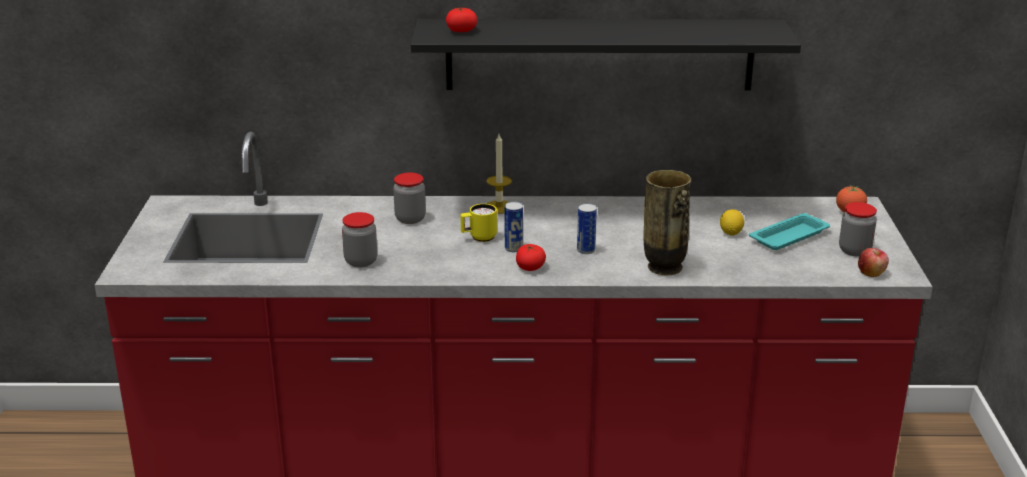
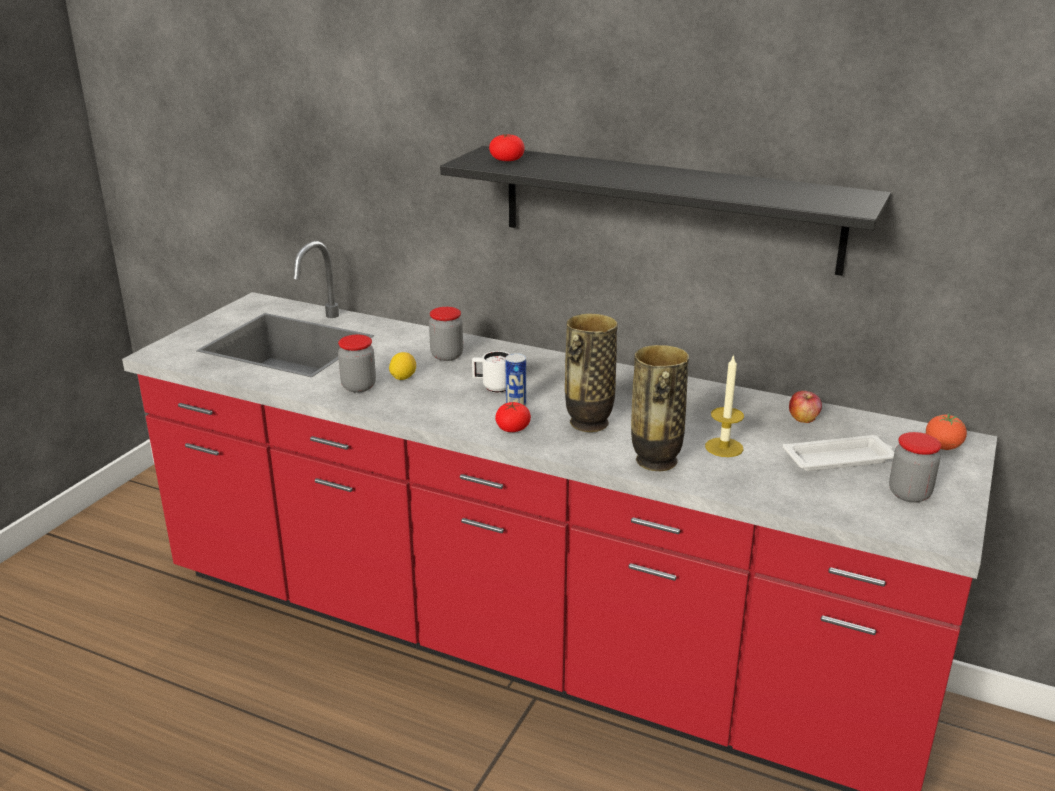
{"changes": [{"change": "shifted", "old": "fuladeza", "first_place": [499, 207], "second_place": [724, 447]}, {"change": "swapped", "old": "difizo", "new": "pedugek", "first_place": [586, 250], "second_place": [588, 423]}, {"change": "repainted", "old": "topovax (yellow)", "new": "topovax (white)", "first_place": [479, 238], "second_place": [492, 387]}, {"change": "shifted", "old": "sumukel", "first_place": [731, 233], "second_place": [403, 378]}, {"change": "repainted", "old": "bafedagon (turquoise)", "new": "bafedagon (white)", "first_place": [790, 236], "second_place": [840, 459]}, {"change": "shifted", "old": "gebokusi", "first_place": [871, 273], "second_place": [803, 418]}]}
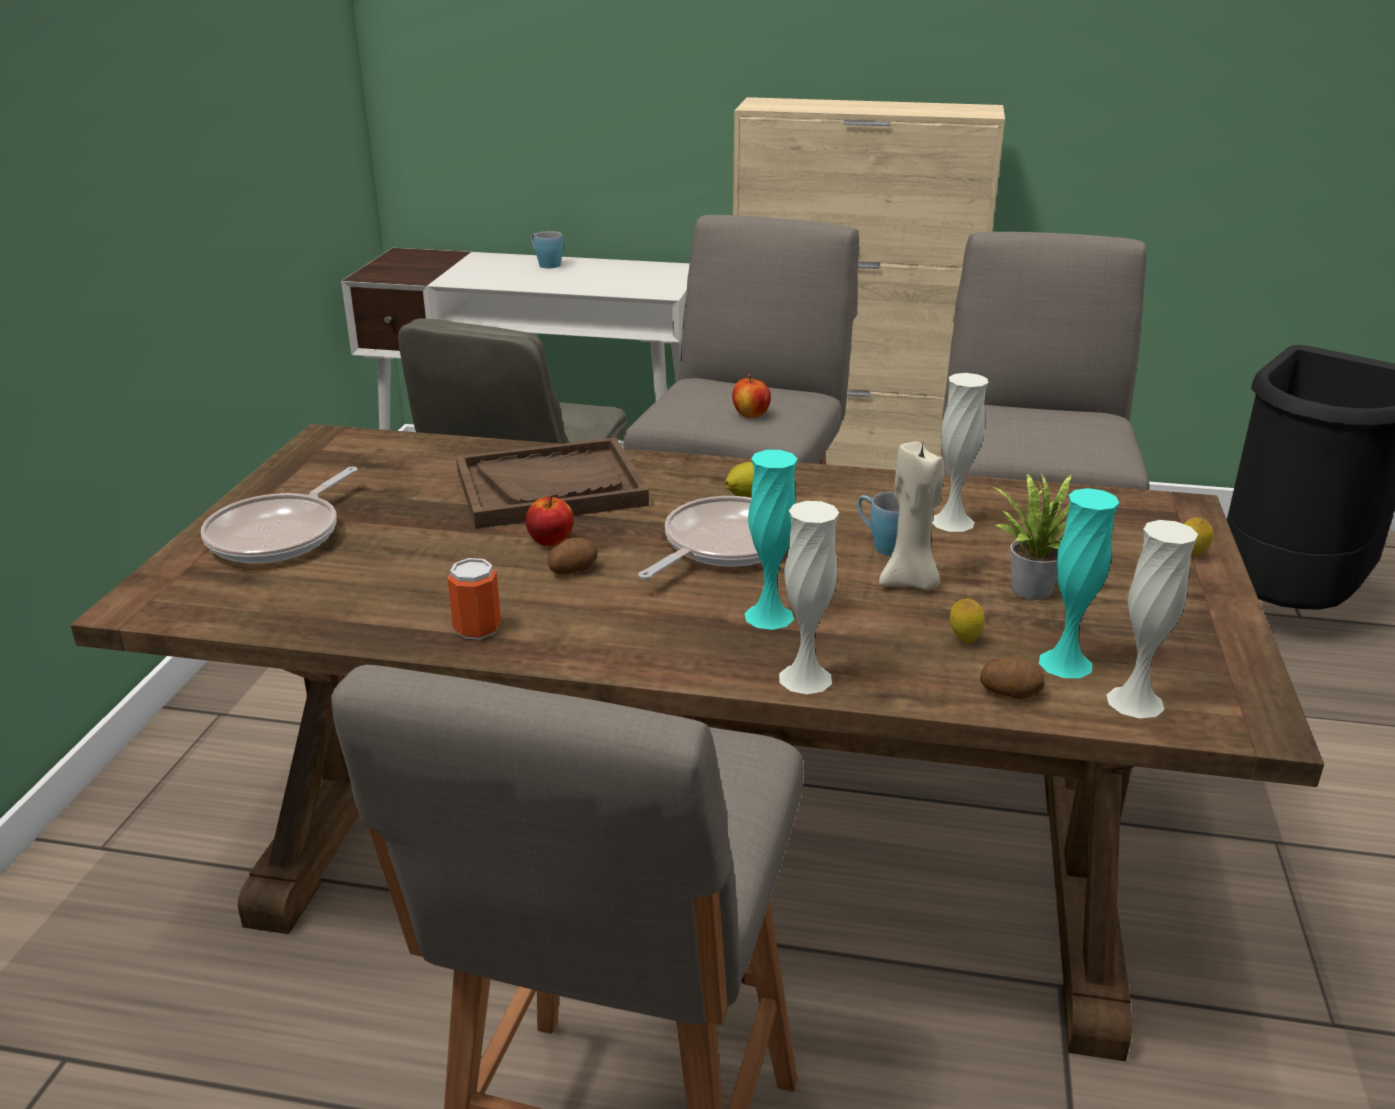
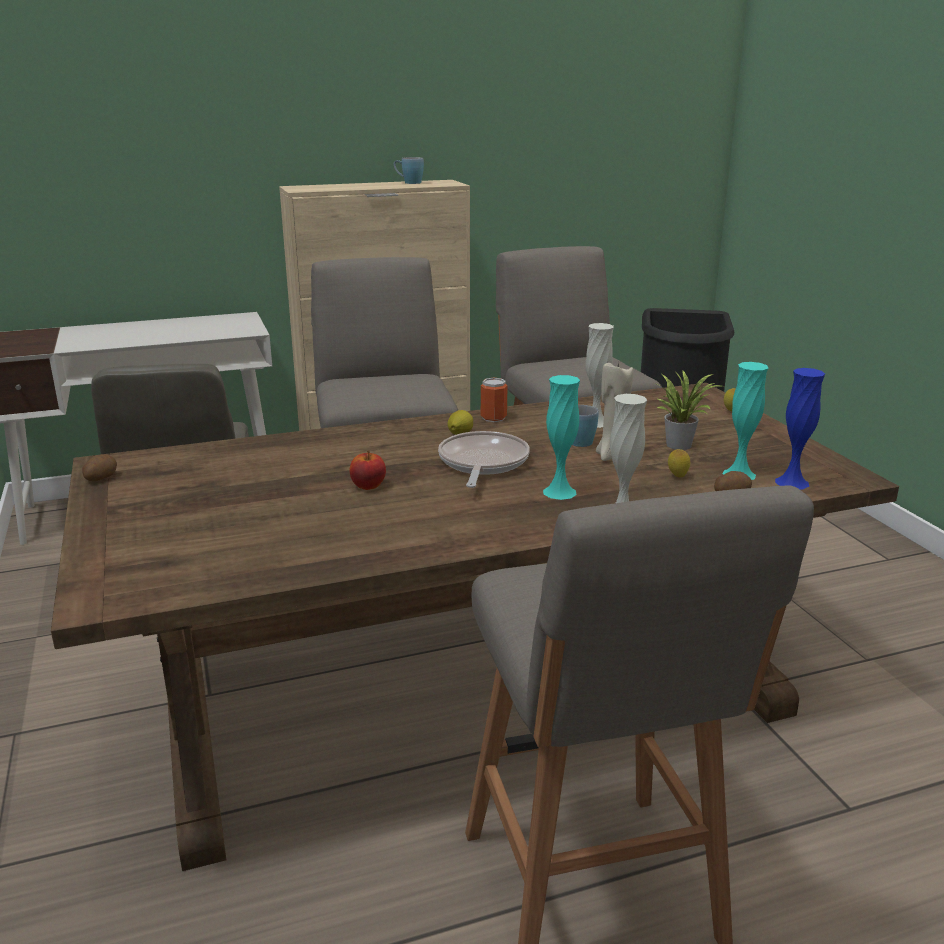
{"changes": [{"change": "shifted", "old": "topovax (blue)", "first_place": [546, 264], "second_place": [408, 183]}, {"change": "gone", "old": "gebokusi", "first_place": [751, 414]}, {"change": "gone", "old": "bafedagon (brown)", "first_place": [551, 487]}, {"change": "gone", "old": "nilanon", "first_place": [280, 535]}, {"change": "repainted", "old": "pedugek (white)", "new": "pedugek (blue)", "first_place": [1135, 701], "second_place": [792, 482]}, {"change": "shifted", "old": "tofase", "first_place": [572, 569], "second_place": [100, 477]}, {"change": "shifted", "old": "difizo", "first_place": [477, 628], "second_place": [493, 418]}]}
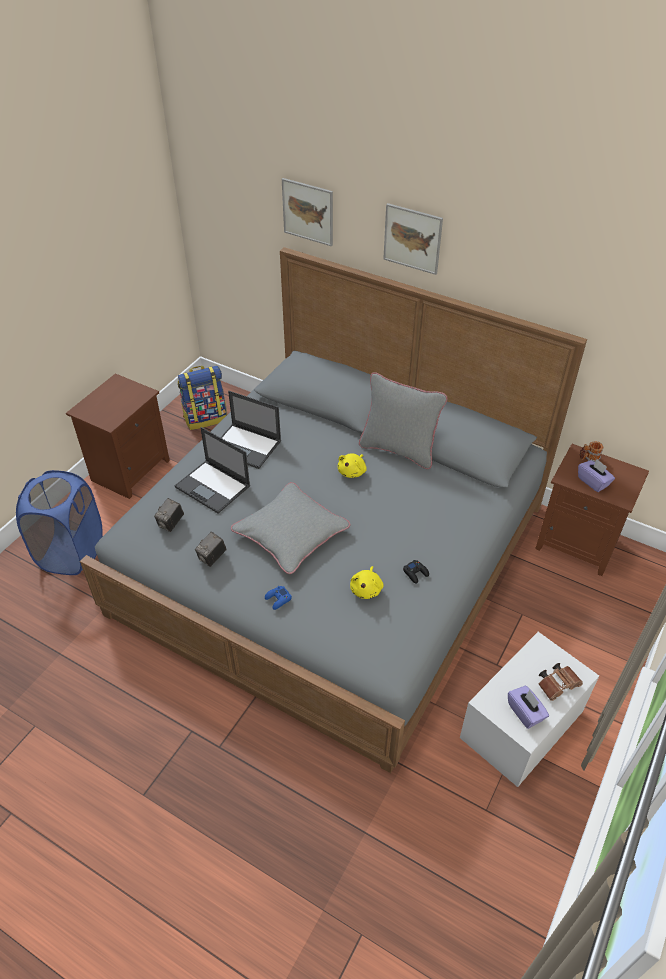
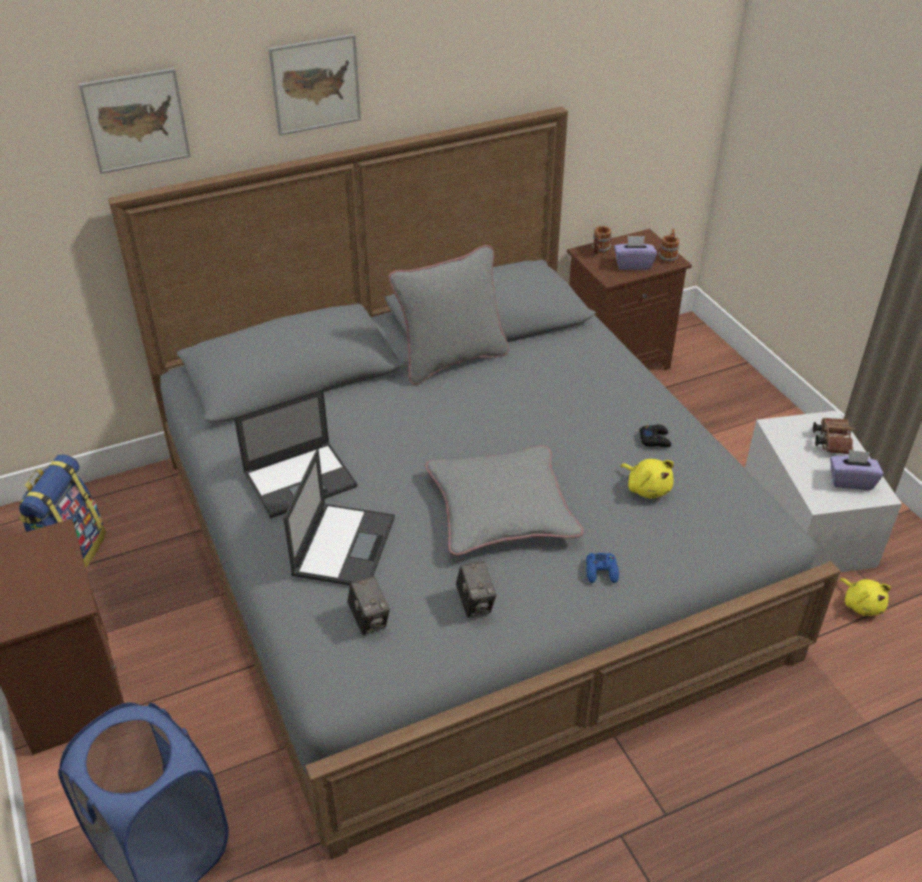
{"changes": [{"change": "rotated", "old": "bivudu", "first_place": [213, 487], "second_place": [344, 544], "degrees": -60}, {"change": "shifted", "old": "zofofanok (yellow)", "first_place": [352, 471], "second_place": [862, 604]}, {"change": "new", "new": "topovax", "second_place": [668, 256]}]}
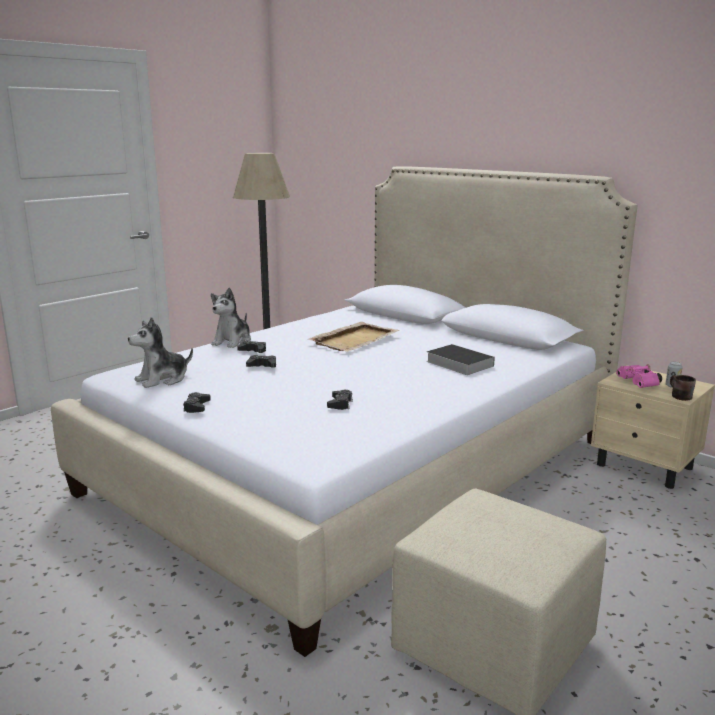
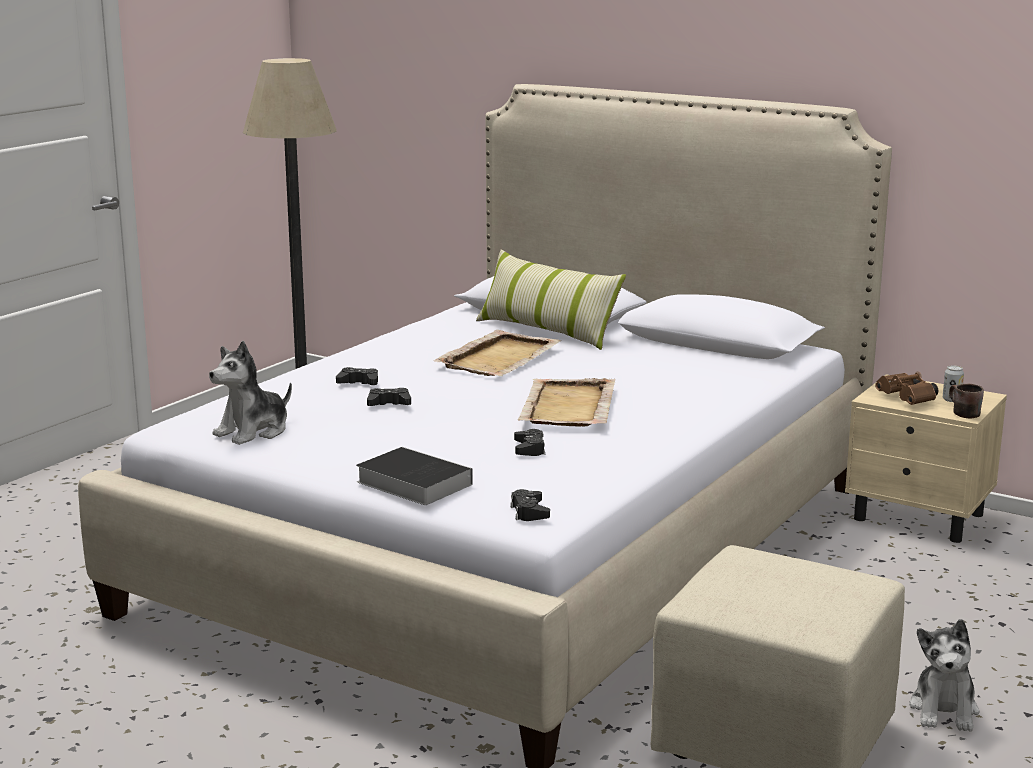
{"changes": [{"change": "shifted", "old": "zofofanok", "first_place": [232, 341], "second_place": [944, 710]}, {"change": "shifted", "old": "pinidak", "first_place": [457, 363], "second_place": [410, 482]}, {"change": "repainted", "old": "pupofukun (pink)", "new": "pupofukun (brown)", "first_place": [639, 384], "second_place": [908, 400]}, {"change": "shifted", "old": "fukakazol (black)", "first_place": [196, 407], "second_place": [529, 512]}, {"change": "new", "new": "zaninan", "second_place": [547, 331]}, {"change": "new", "new": "bafedagon (beige)", "second_place": [567, 407]}]}
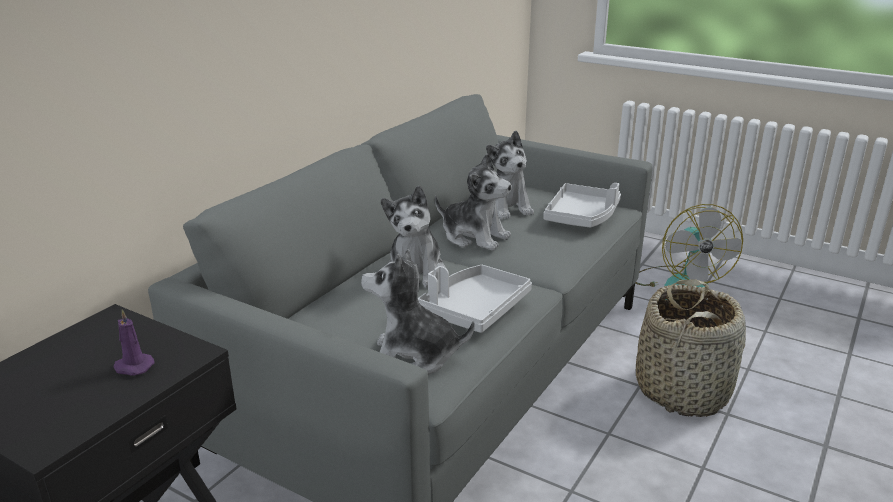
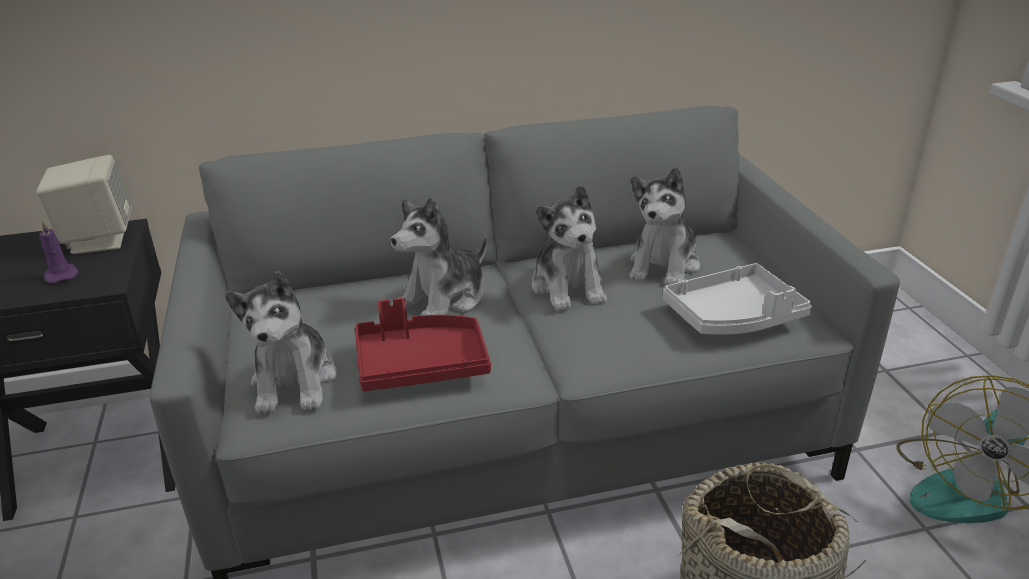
{"changes": [{"change": "rotated", "old": "zofofanok", "first_place": [413, 356], "second_place": [295, 382], "degrees": -150}, {"change": "repainted", "old": "bafedagon (grey)", "new": "bafedagon (red)", "first_place": [474, 309], "second_place": [421, 365]}, {"change": "new", "new": "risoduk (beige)", "second_place": [98, 240]}]}
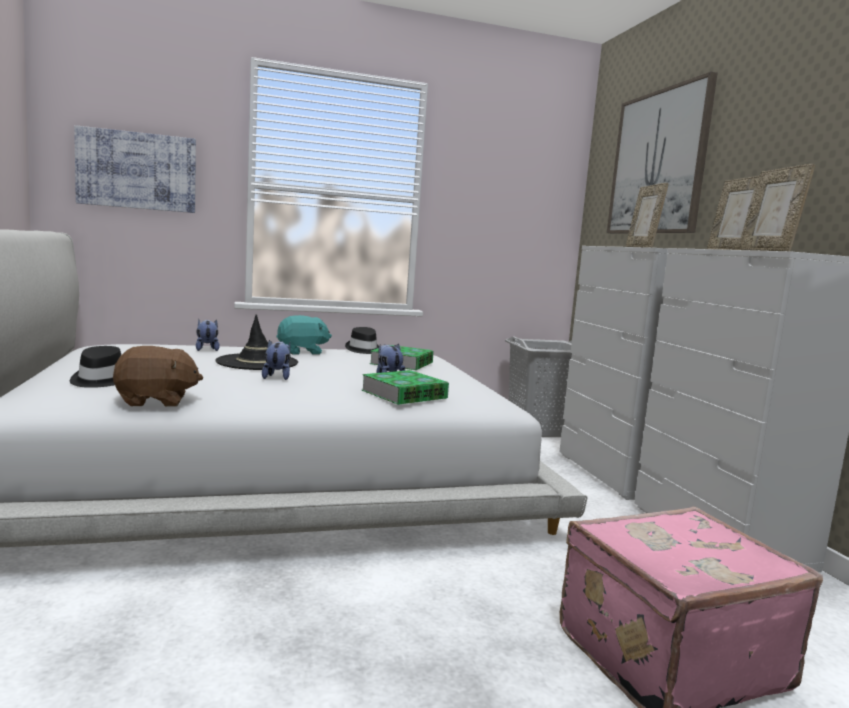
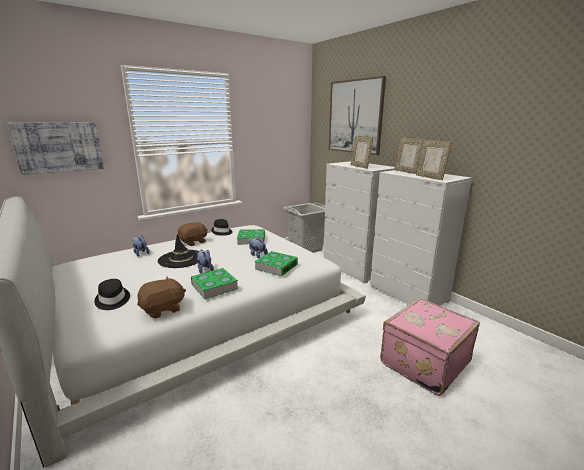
{"changes": [{"change": "repainted", "old": "zofofanok (turquoise)", "new": "zofofanok (brown)", "first_place": [302, 352], "second_place": [194, 242]}, {"change": "new", "new": "pinidak", "second_place": [214, 286]}]}
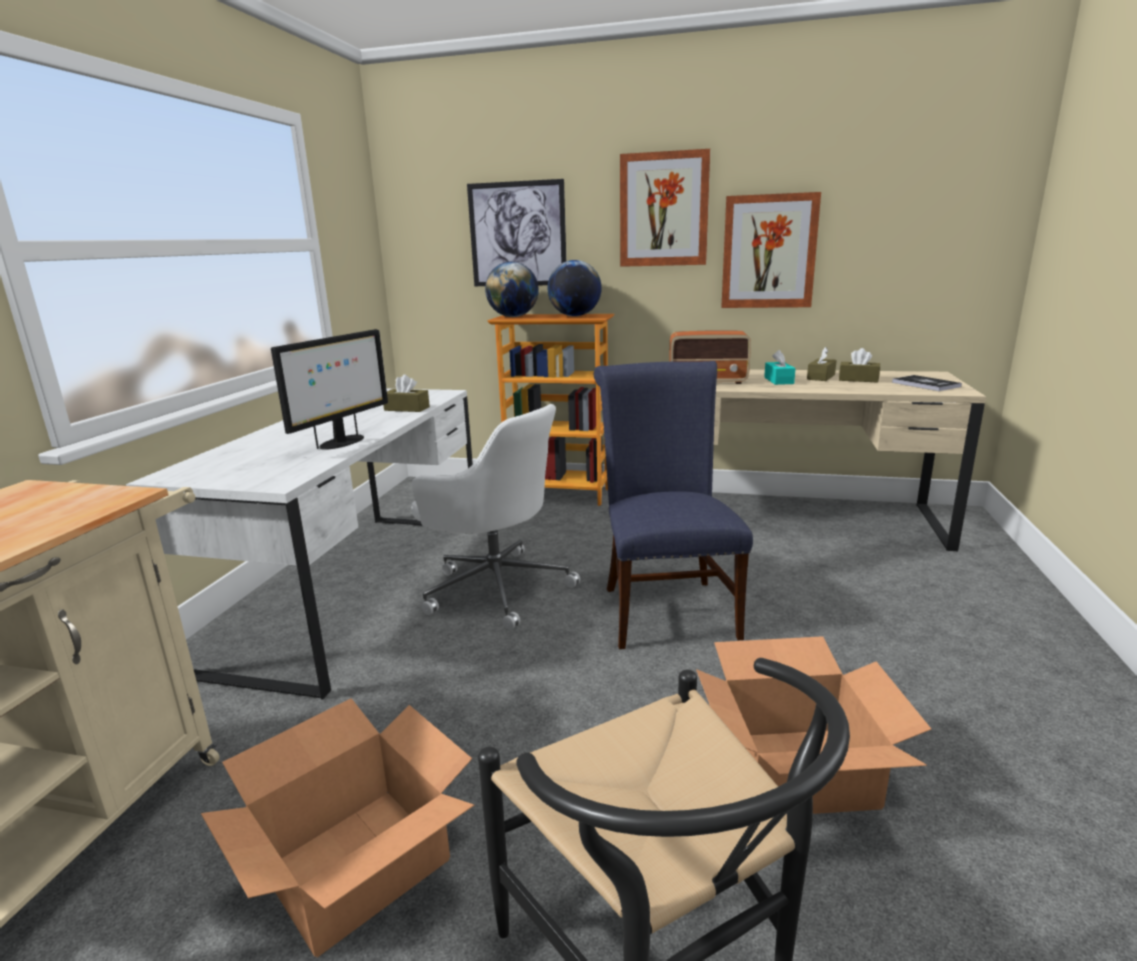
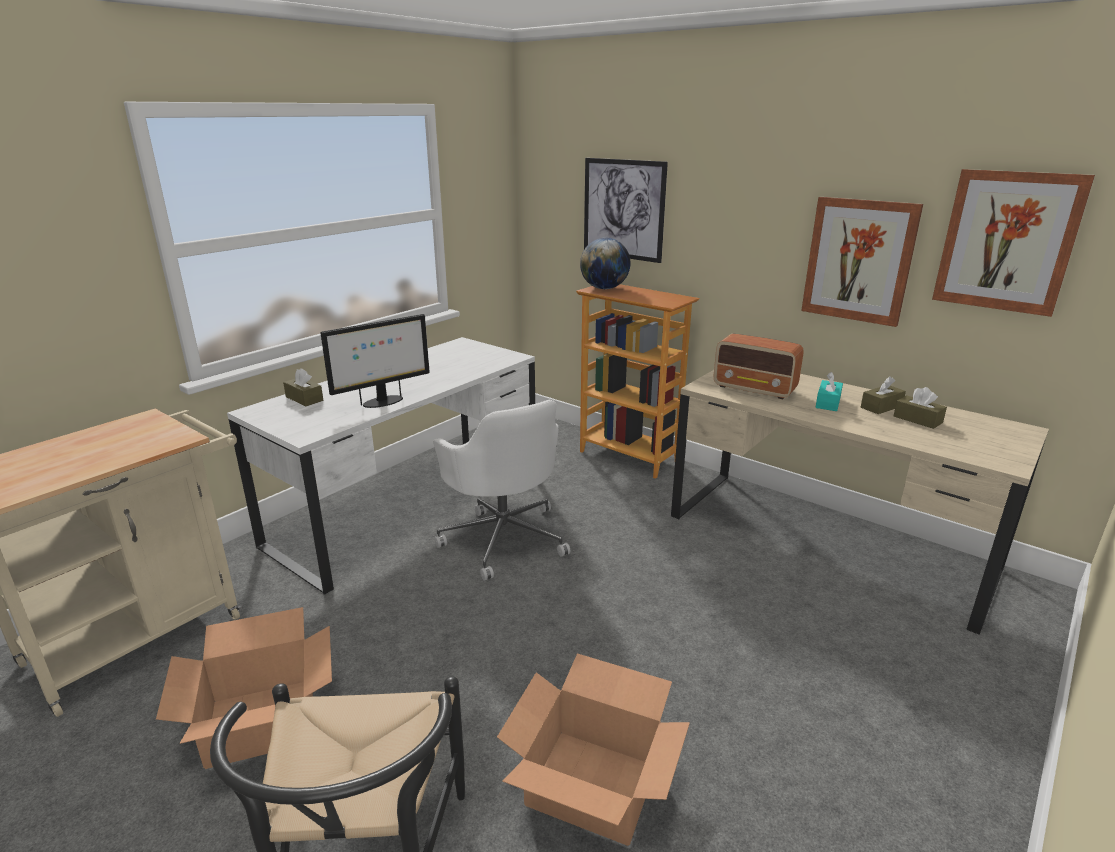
{"changes": [{"change": "shifted", "old": "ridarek", "first_place": [664, 210], "second_place": [1007, 241]}, {"change": "gone", "old": "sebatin", "first_place": [575, 316]}, {"change": "gone", "old": "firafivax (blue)", "first_place": [666, 607]}, {"change": "shifted", "old": "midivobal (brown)", "first_place": [407, 408], "second_place": [304, 399]}, {"change": "gone", "old": "pinidak", "first_place": [925, 384]}]}
